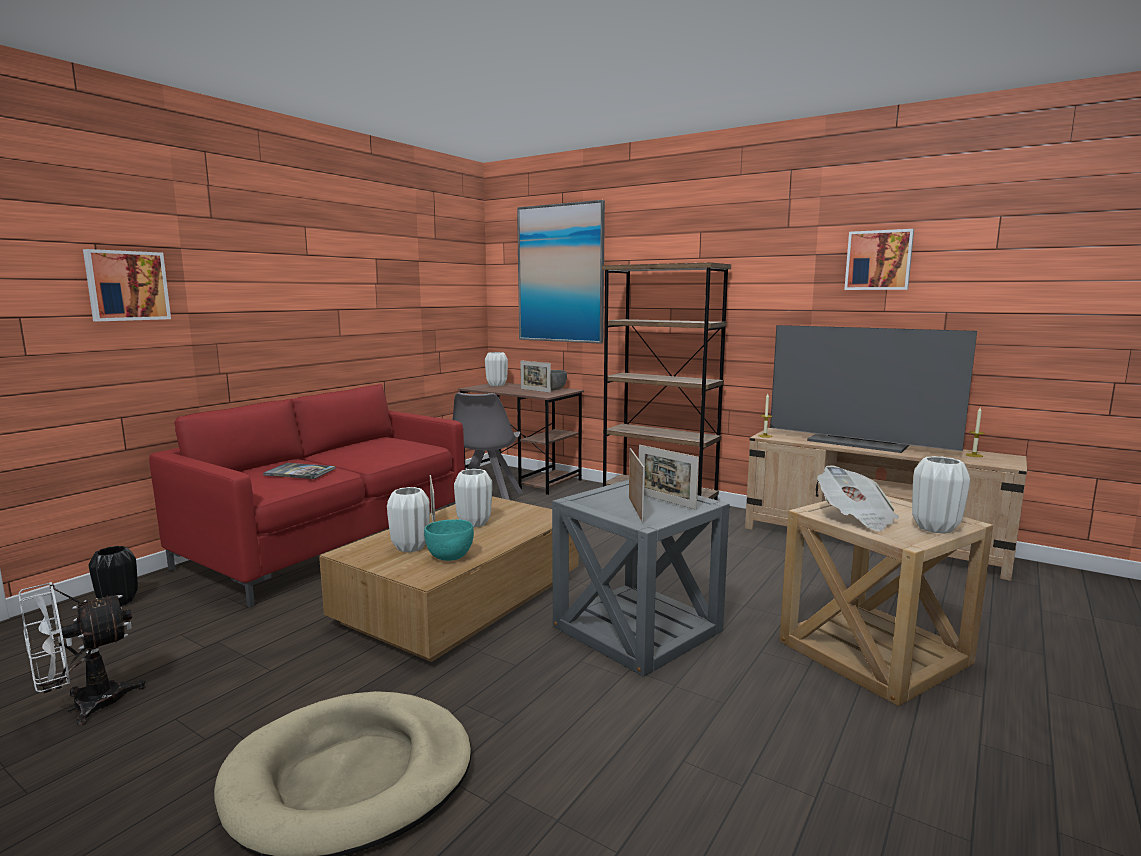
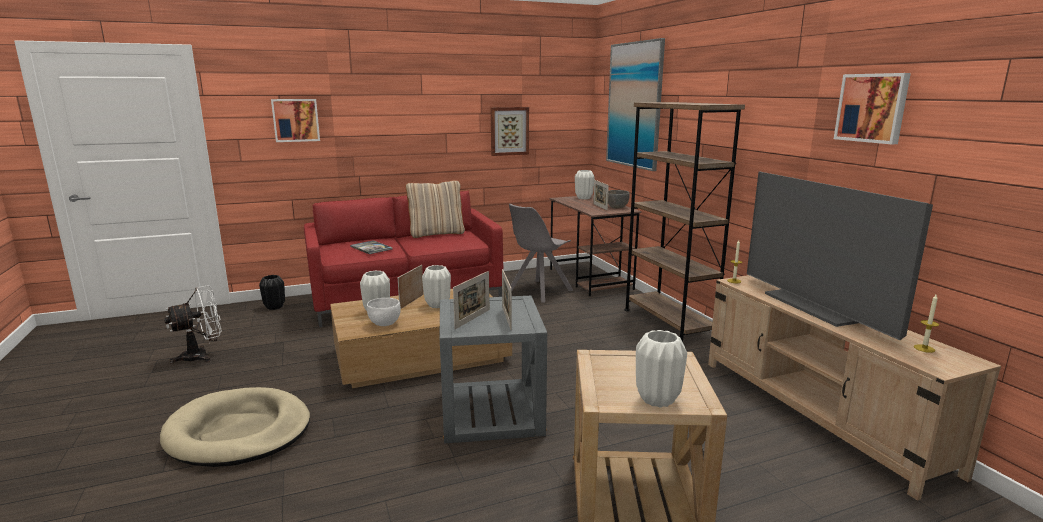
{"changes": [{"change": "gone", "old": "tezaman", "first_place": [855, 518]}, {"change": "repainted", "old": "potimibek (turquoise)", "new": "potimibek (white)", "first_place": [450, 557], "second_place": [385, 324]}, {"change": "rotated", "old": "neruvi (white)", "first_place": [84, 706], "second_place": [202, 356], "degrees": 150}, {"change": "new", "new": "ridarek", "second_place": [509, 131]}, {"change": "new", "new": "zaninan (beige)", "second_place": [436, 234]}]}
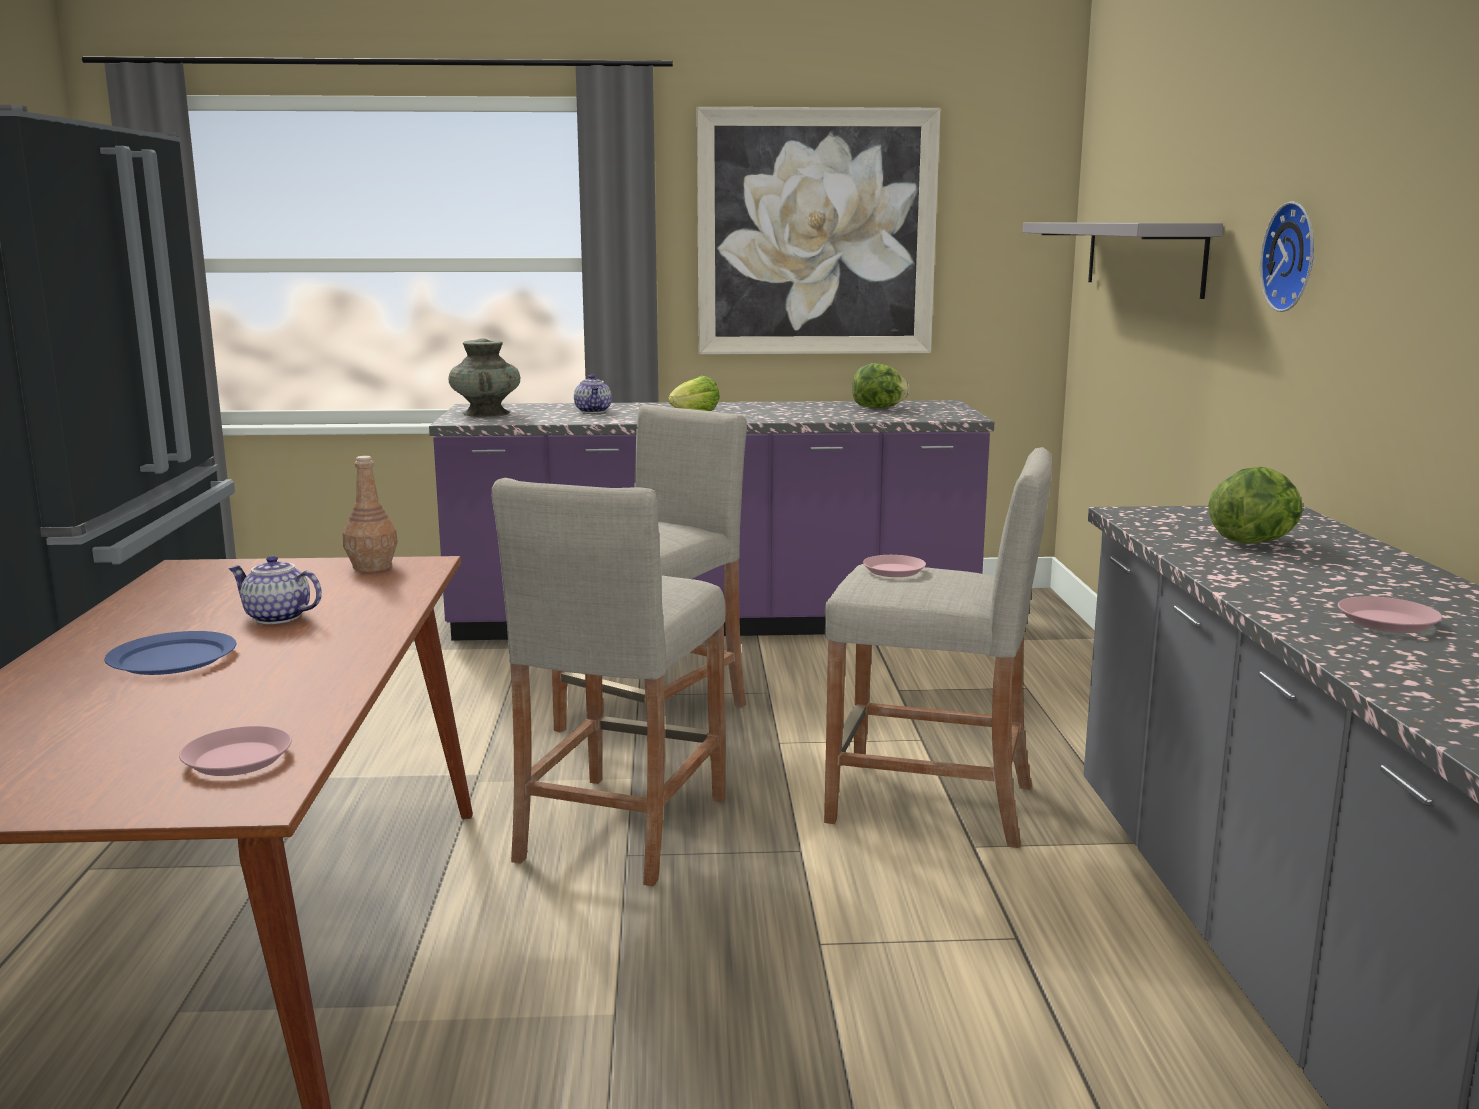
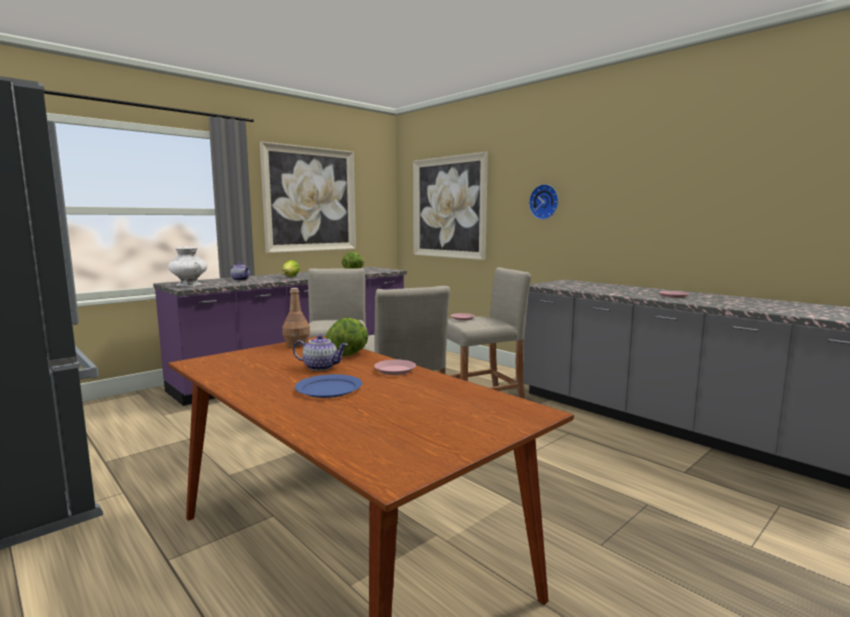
{"changes": [{"change": "swapped", "old": "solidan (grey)", "new": "ridarek", "first_place": [1143, 256], "second_place": [449, 207]}, {"change": "repainted", "old": "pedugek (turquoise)", "new": "pedugek (white)", "first_place": [486, 413], "second_place": [189, 284]}, {"change": "shifted", "old": "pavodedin", "first_place": [1255, 542], "second_place": [349, 354]}, {"change": "rotated", "old": "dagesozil", "first_place": [276, 618], "second_place": [321, 367], "degrees": -150}, {"change": "shifted", "old": "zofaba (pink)", "first_place": [238, 759], "second_place": [395, 370]}]}
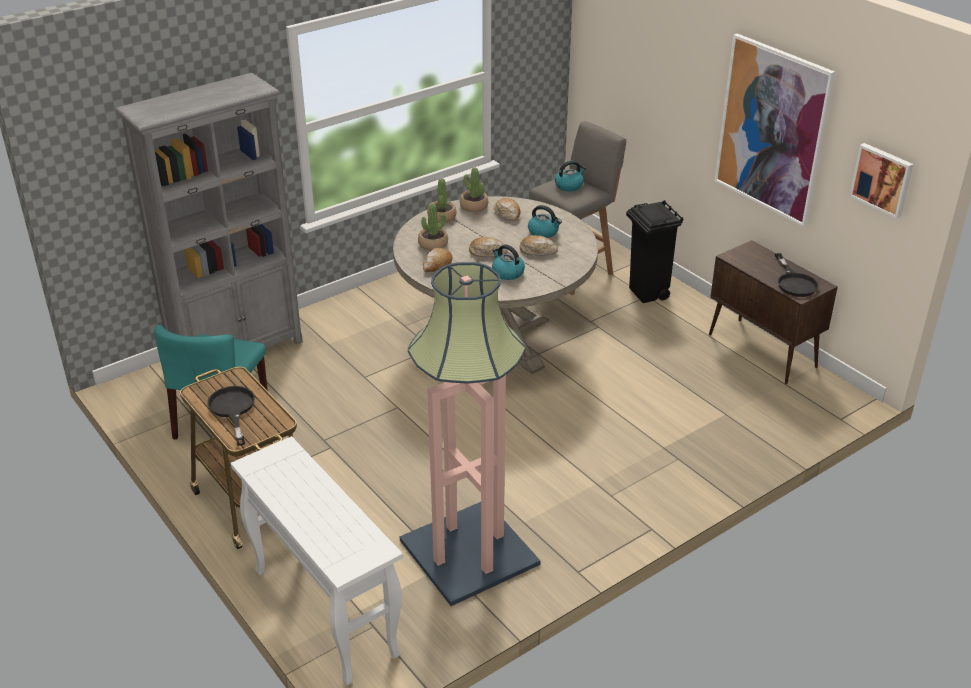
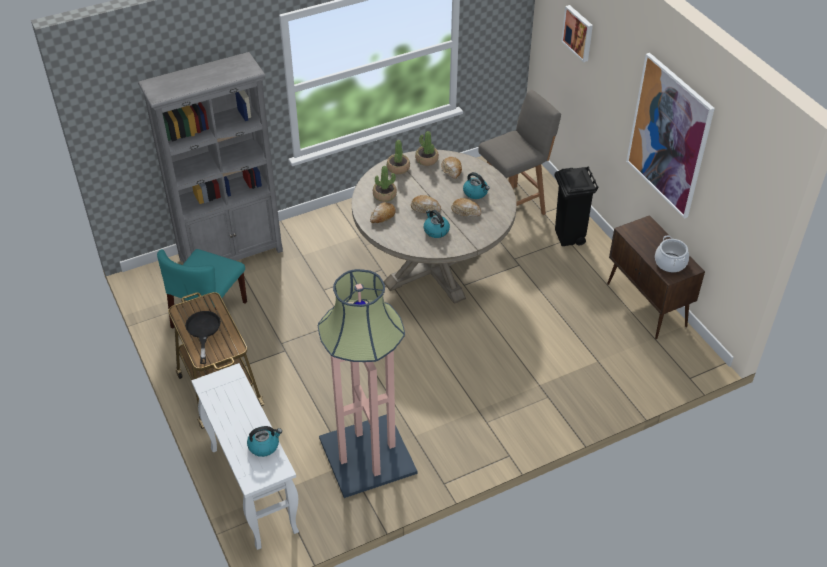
{"changes": [{"change": "shifted", "old": "ridarek", "first_place": [882, 179], "second_place": [578, 33]}, {"change": "shifted", "old": "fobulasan", "first_place": [569, 186], "second_place": [264, 446]}, {"change": "swapped", "old": "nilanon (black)", "new": "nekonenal", "first_place": [794, 282], "second_place": [670, 263]}]}
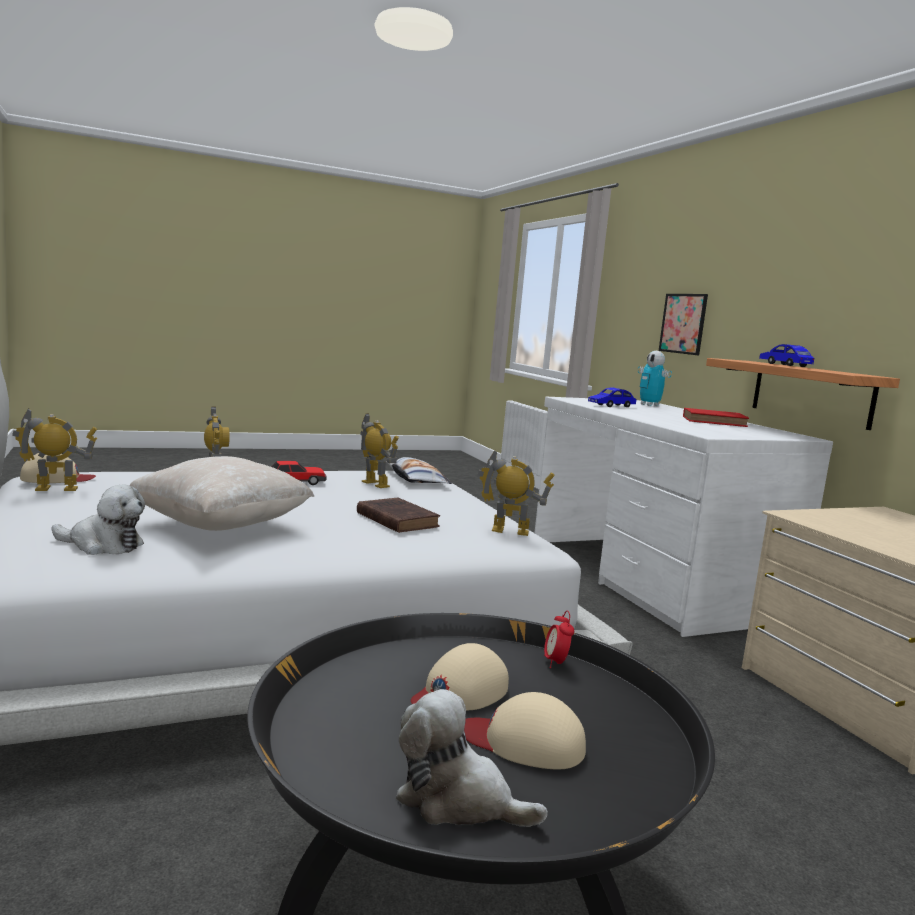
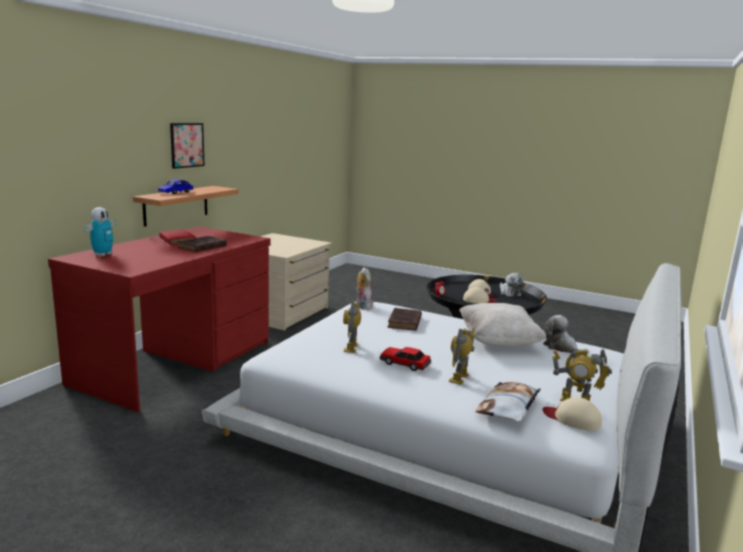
{"changes": [{"change": "shifted", "old": "ridarek", "first_place": [683, 323], "second_place": [187, 145]}, {"change": "gone", "old": "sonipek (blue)", "first_place": [611, 406]}, {"change": "repainted", "old": "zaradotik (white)", "new": "zaradotik (red)", "first_place": [649, 578], "second_place": [176, 362]}, {"change": "swapped", "old": "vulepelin", "new": "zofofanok", "first_place": [510, 531], "second_place": [362, 306]}, {"change": "shifted", "old": "zaninan", "first_place": [416, 479], "second_place": [509, 407]}, {"change": "new", "new": "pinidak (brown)", "second_place": [201, 247]}]}
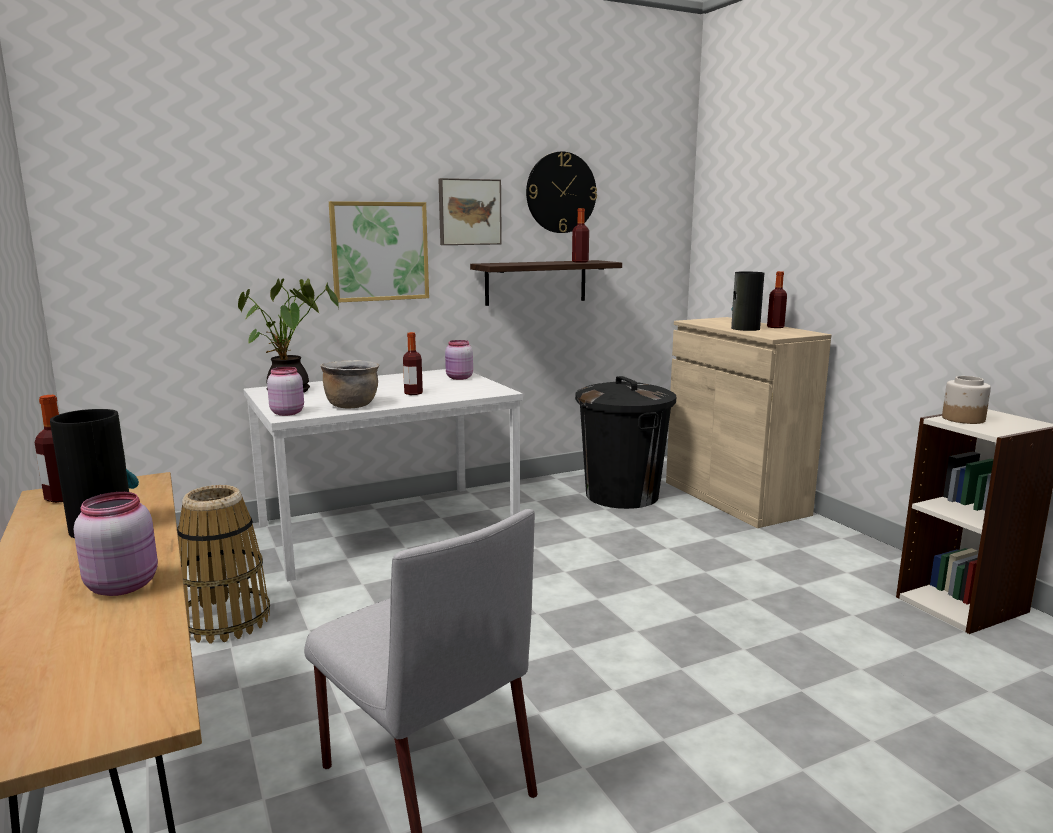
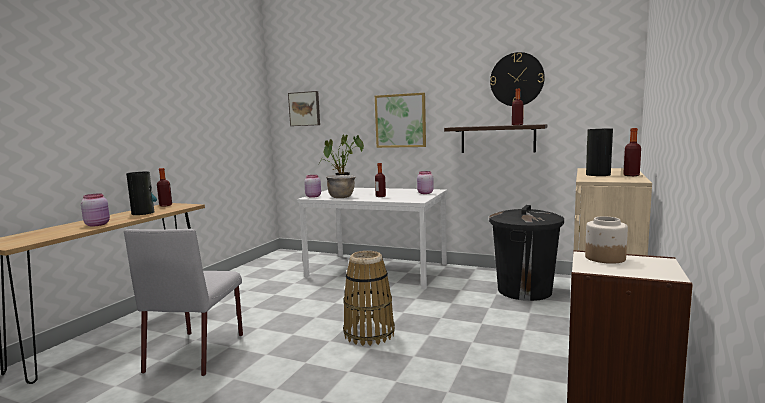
{"changes": [{"change": "shifted", "old": "ridarek", "first_place": [469, 212], "second_place": [305, 109]}, {"change": "shifted", "old": "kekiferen", "first_place": [226, 620], "second_place": [369, 333]}]}
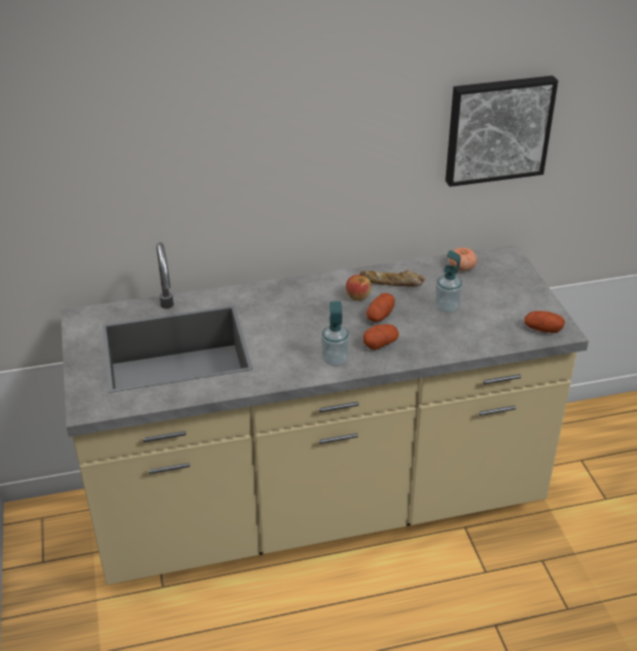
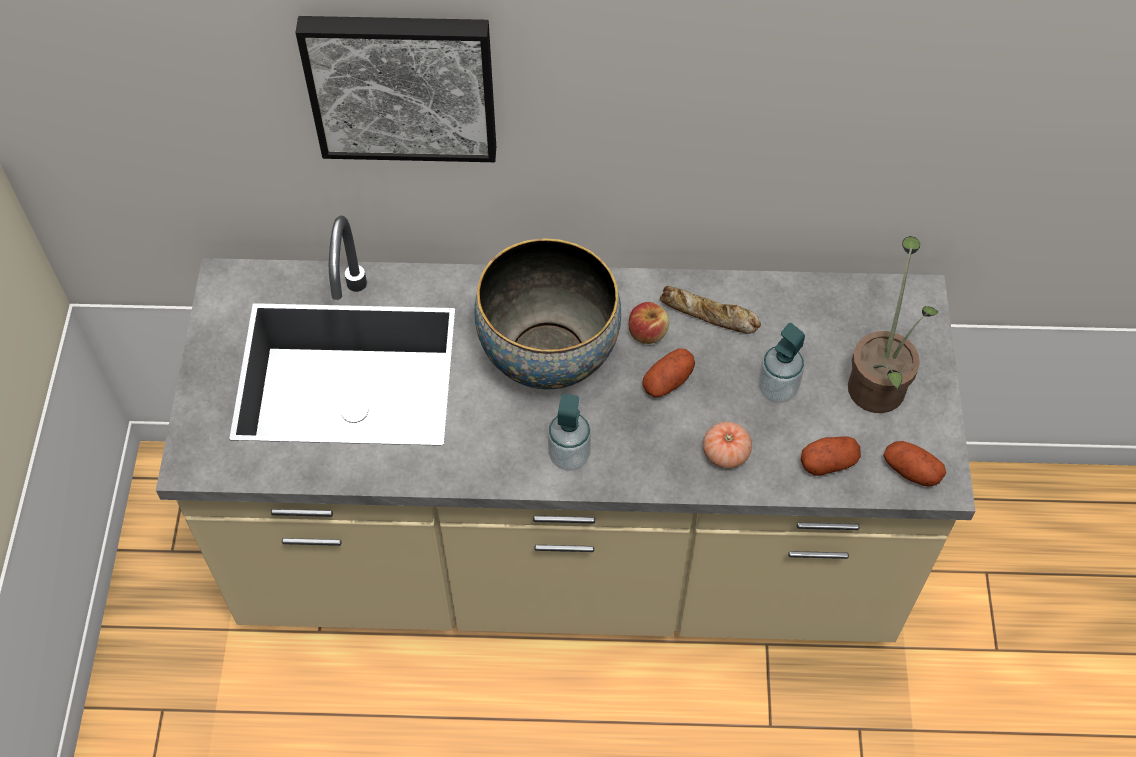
{"changes": [{"change": "shifted", "old": "ridarek", "first_place": [497, 129], "second_place": [402, 84]}, {"change": "shifted", "old": "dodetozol", "first_place": [462, 267], "second_place": [725, 453]}, {"change": "shifted", "old": "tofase", "first_place": [380, 344], "second_place": [828, 462]}, {"change": "new", "new": "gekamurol", "second_place": [879, 381]}, {"change": "new", "new": "potimibek", "second_place": [548, 356]}]}
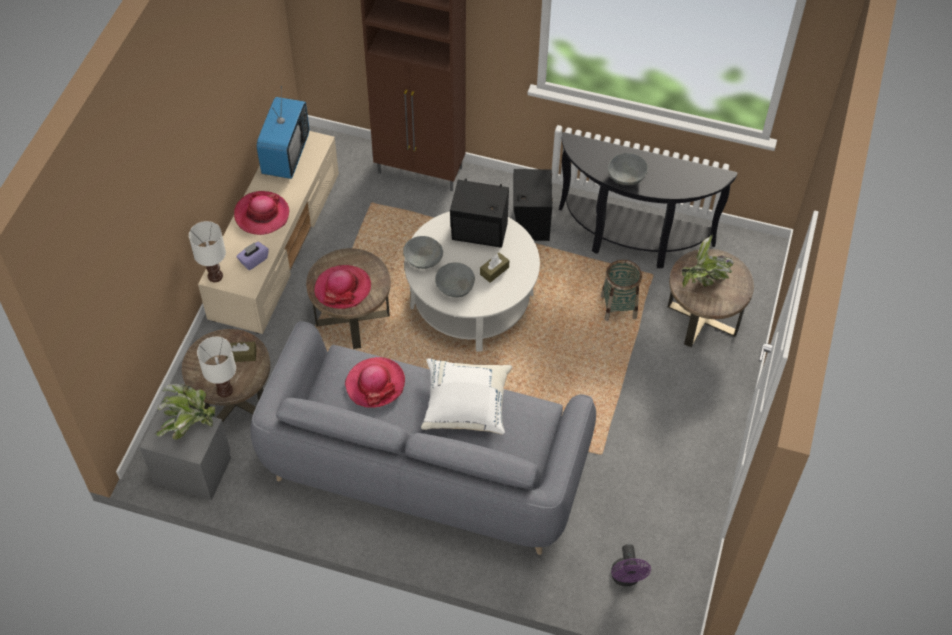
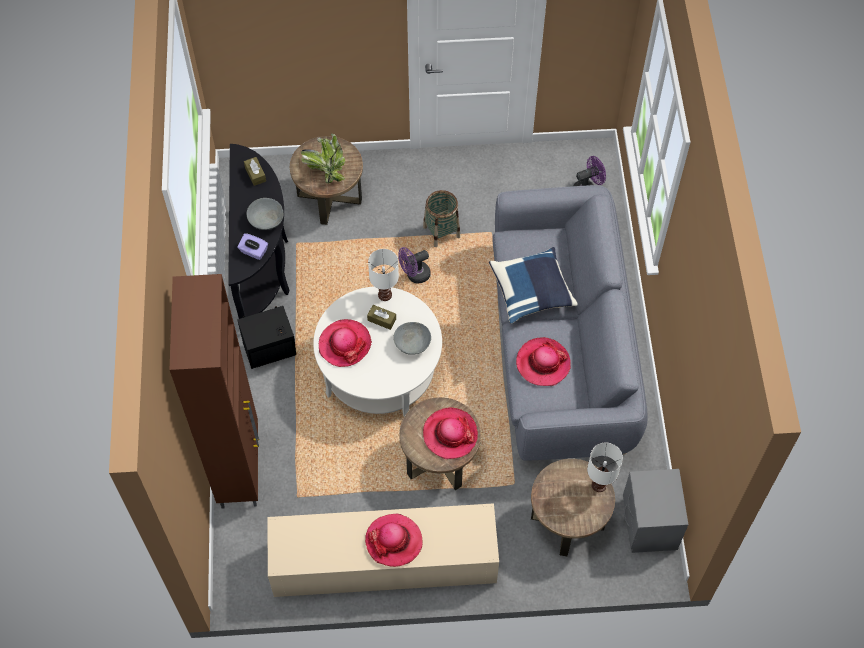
{"changes": [{"change": "gone", "old": "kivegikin", "first_place": [285, 155]}, {"change": "swapped", "old": "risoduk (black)", "new": "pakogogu", "first_place": [480, 234], "second_place": [344, 344]}, {"change": "shifted", "old": "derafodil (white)", "first_place": [214, 276], "second_place": [385, 295]}, {"change": "gone", "old": "potimibek (grey)", "first_place": [422, 260]}, {"change": "shifted", "old": "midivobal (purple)", "first_place": [253, 260], "second_place": [253, 252]}, {"change": "shifted", "old": "kekiferen", "first_place": [618, 307], "second_place": [441, 232]}, {"change": "shifted", "old": "midivobal (brown)", "first_place": [241, 355], "second_place": [255, 174]}, {"change": "repainted", "old": "zaninan (white)", "new": "zaninan (blue)", "first_place": [465, 406], "second_place": [531, 292]}, {"change": "gone", "old": "gekamurol", "first_place": [188, 424]}, {"change": "new", "new": "neruvi (purple)", "second_place": [414, 275]}]}
